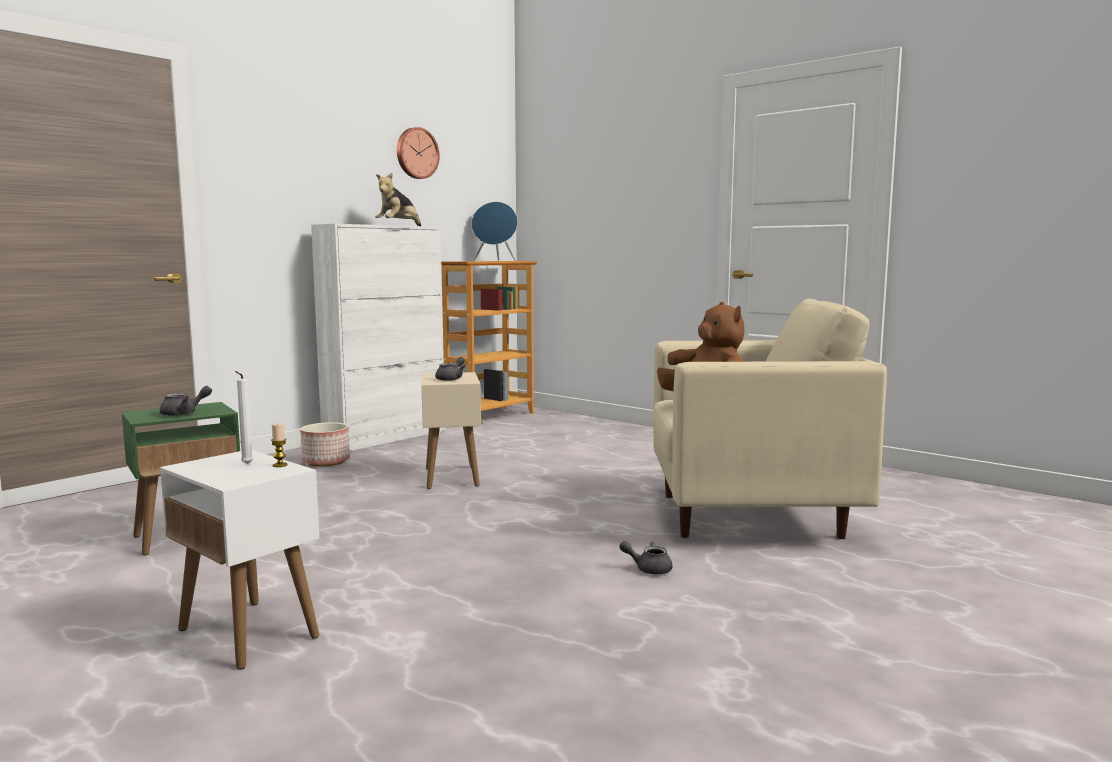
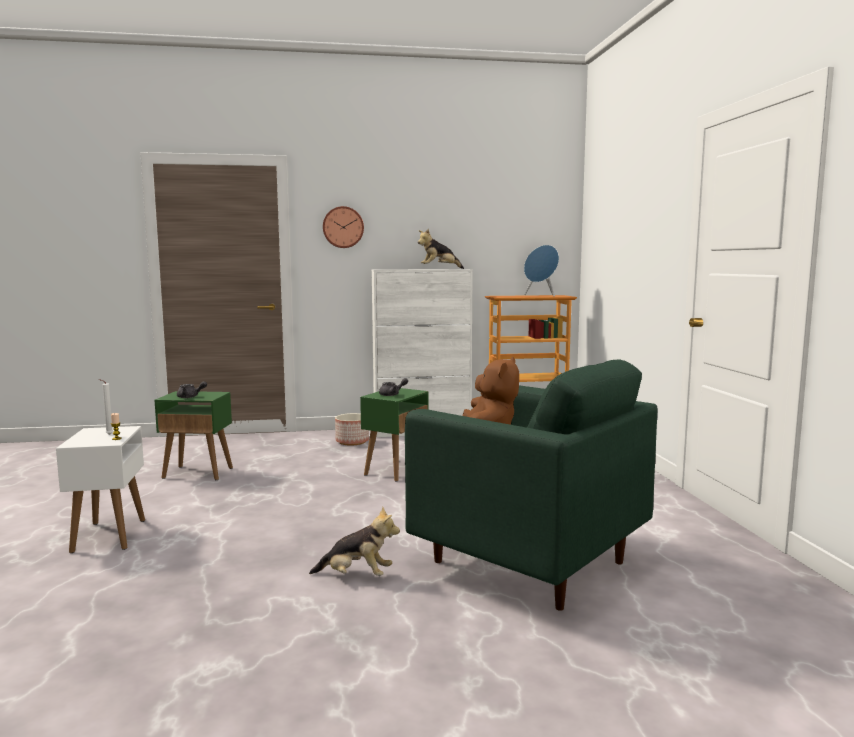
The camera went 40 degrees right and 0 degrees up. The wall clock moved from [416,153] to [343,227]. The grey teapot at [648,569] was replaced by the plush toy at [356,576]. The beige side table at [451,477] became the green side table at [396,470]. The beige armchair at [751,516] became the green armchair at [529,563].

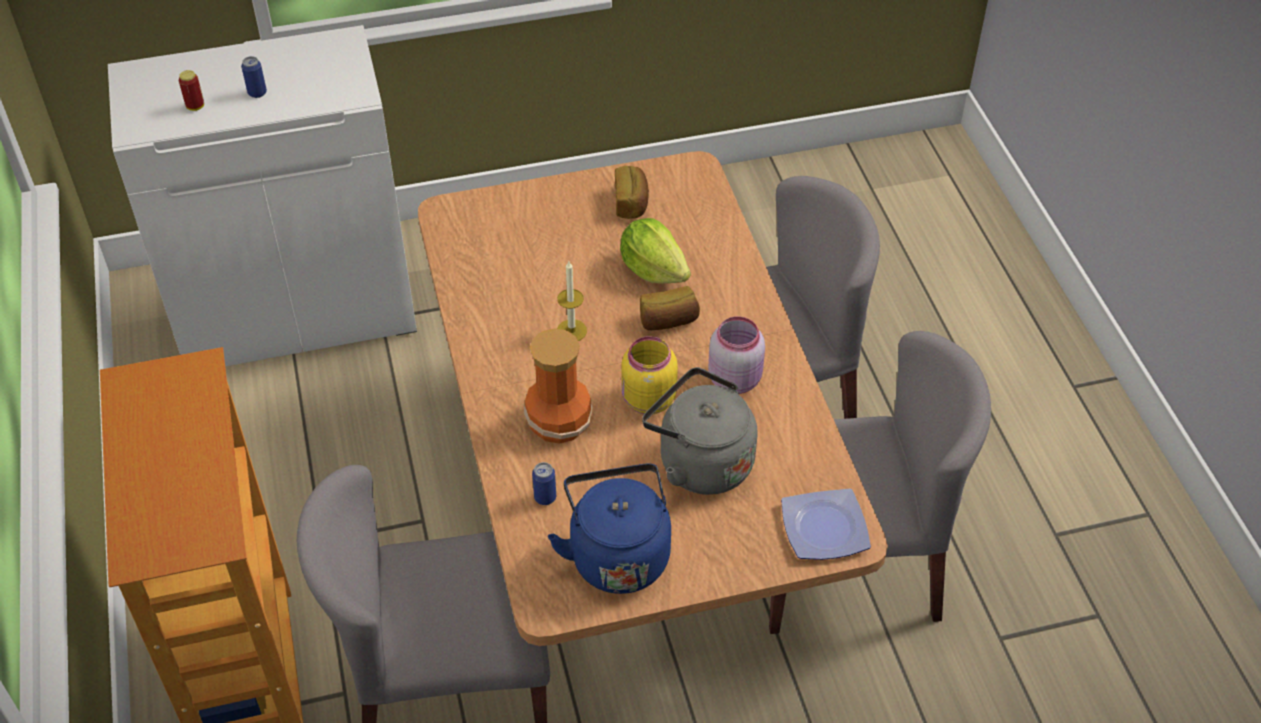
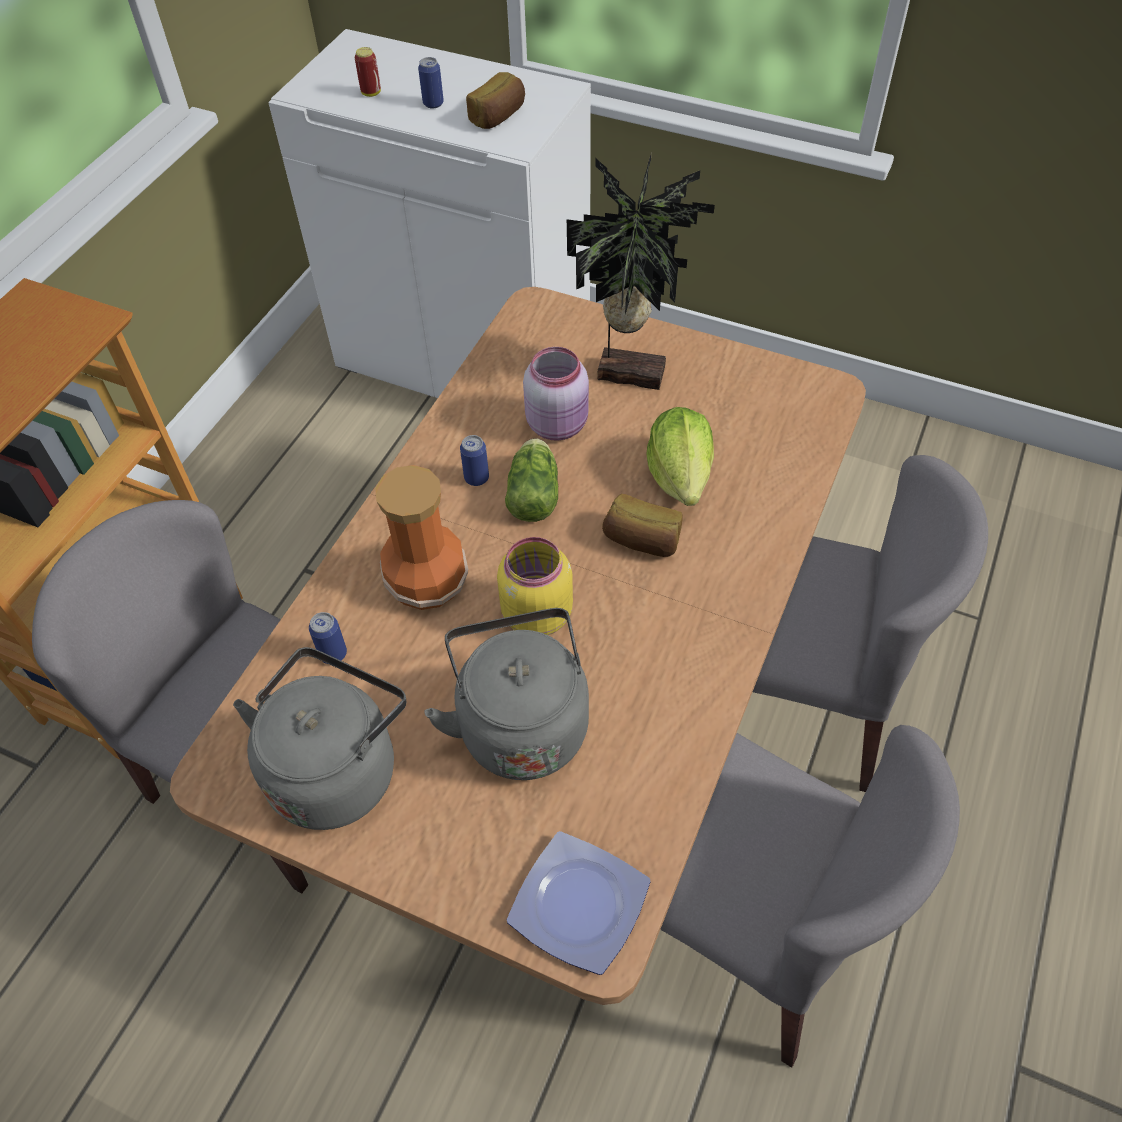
The camera went 40 degrees right and 5 degrees up. The can at [476,478] appeared. The potted plant at [630,370] appeared. The bread moved from [631,202] to [498,116]. The pink jar moved from [735,378] to [559,424]. The candle at [571,330] was replaced by the lettuce at [534,492]. The blue kettle at [617,554] became the grey kettle at [336,767].

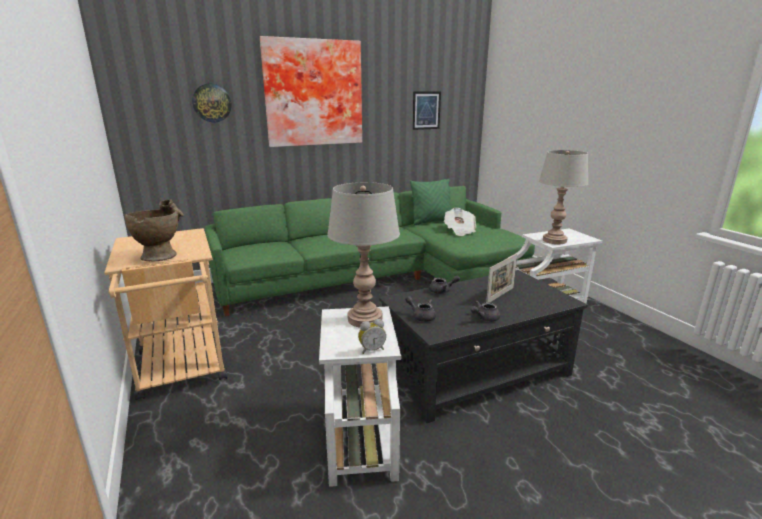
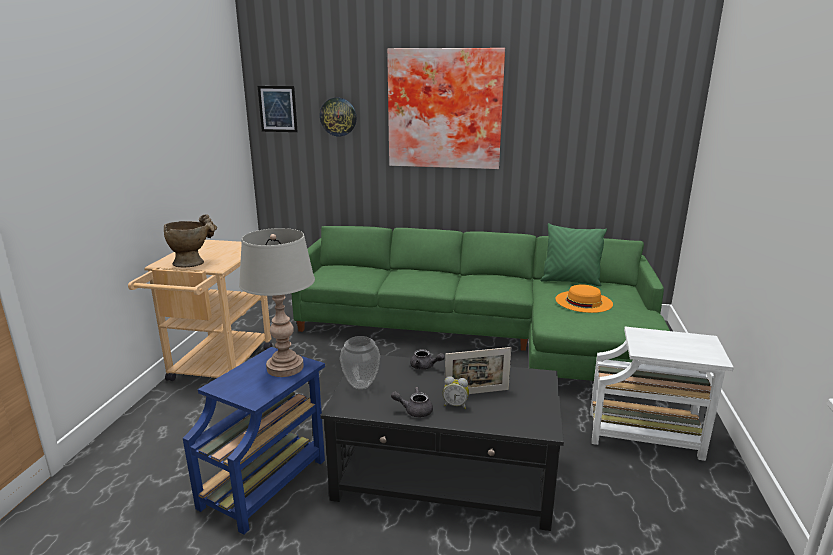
The camera went 35 degrees right and 0 degrees up. The grey table lamp at [554,240] disappeared. The alarm clock moved from [371,349] to [455,405]. The picture moved from [426,110] to [277,109]. The grey teapot at [421,316] was replaced by the vase at [360,385]. The newspaper at [459,231] was replaced by the orange hat at [583,301]. The white side table at [360,435] became the blue side table at [266,482].

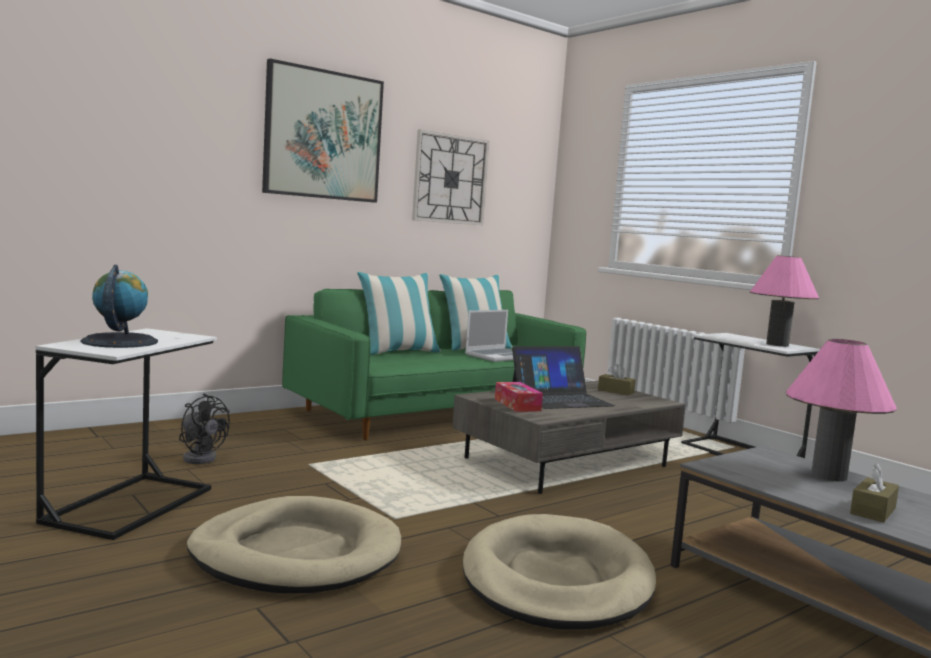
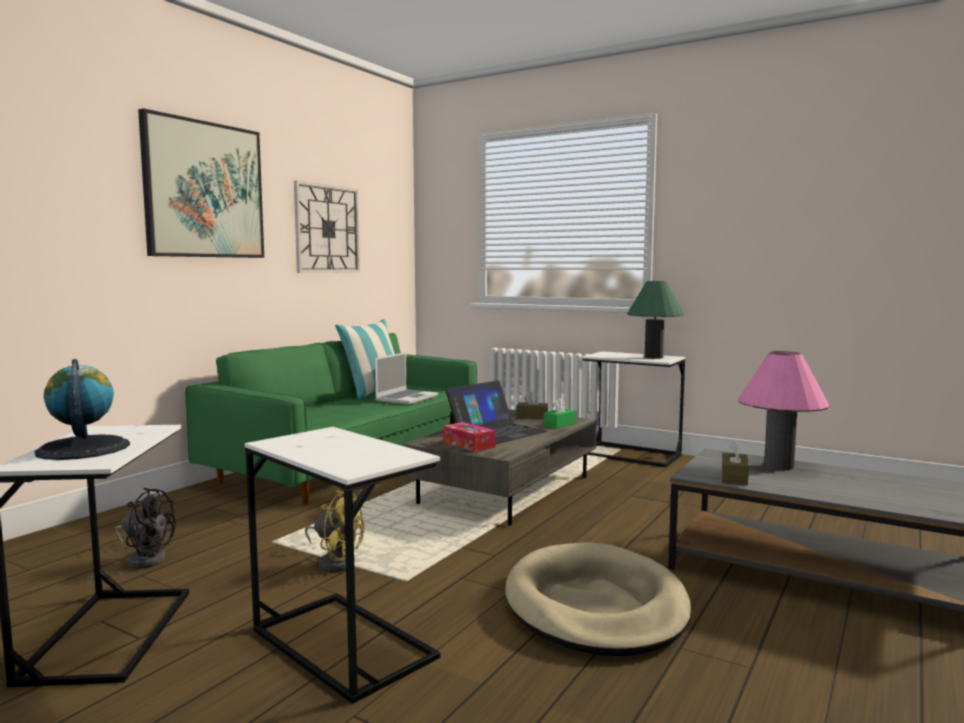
The camera went 20 degrees left and 0 degrees up. The pillow at [398,352] disappeared. The yellow fan at [335,561] appeared. The green tissue box at [560,424] appeared. The brown tissue box moved from [873,511] to [734,478]. The beige dog bed at [296,554] was replaced by the white side table at [342,643]. The pink table lamp at [777,344] became the green table lamp at [653,357].

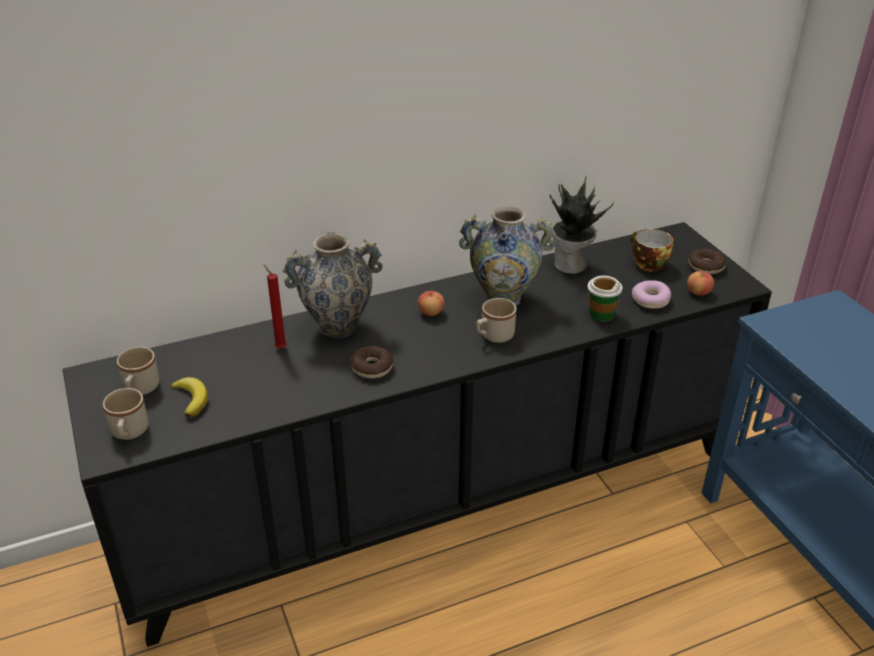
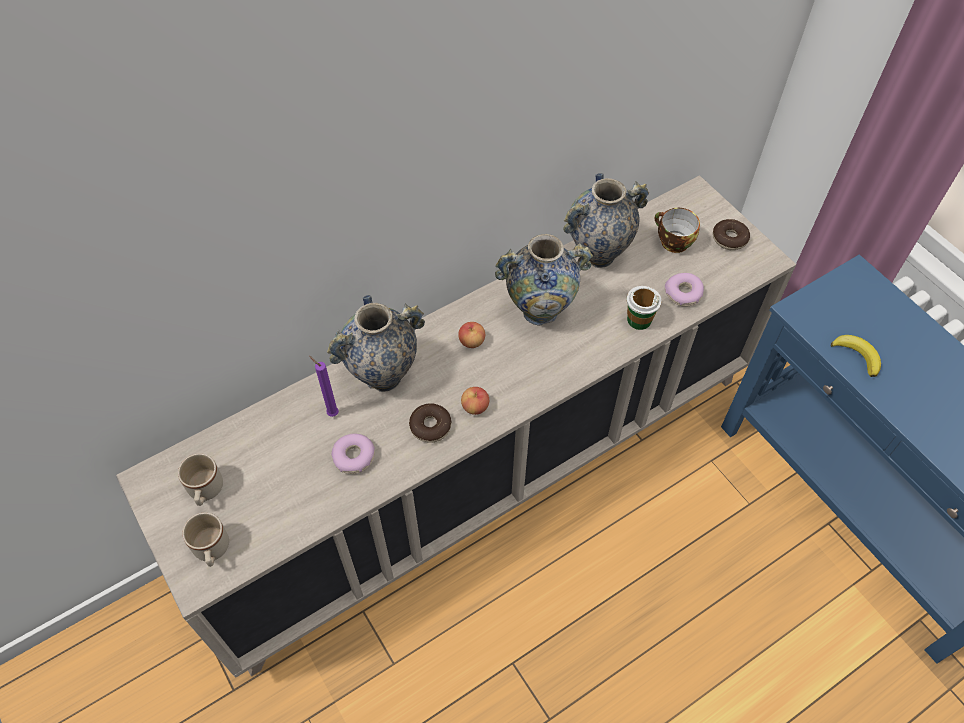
The camera went 10 degrees left and 20 degrees up. The beige mug at [493,336] disappeared. The donut at [354,457] appeared. The banana moved from [191,398] to [857,356]. The apple moved from [698,292] to [475,407]. The potted plant at [570,265] was replaced by the vase at [597,255]. The black cabinet at [436,499] became the beige cabinet at [481,473]. The red candle at [279,347] became the purple candle at [331,413].

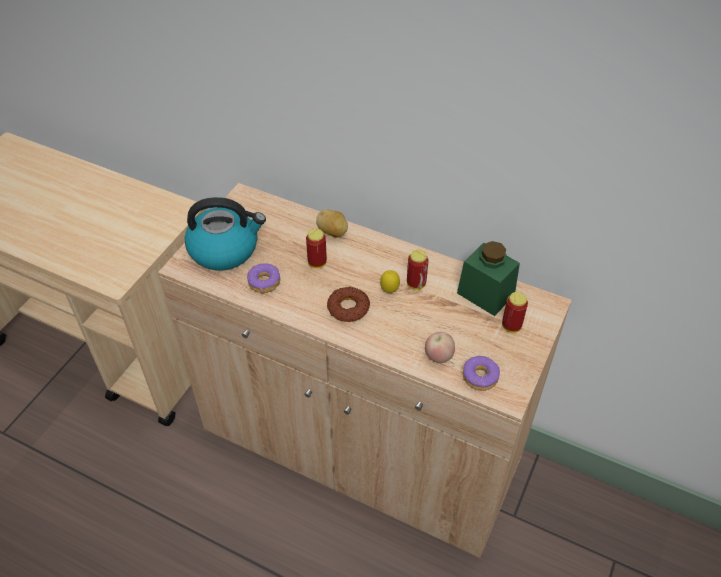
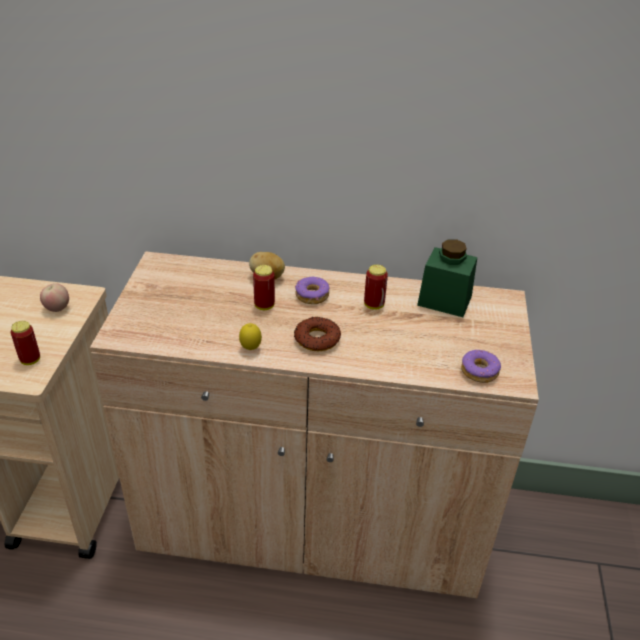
The camera went 20 degrees left and 10 degrees down. The kettle at [225,249] disappeared. The donut moved from [264,282] to [312,296]. The lemon moved from [389,291] to [250,349]. The apple moved from [438,356] to [57,308]. The can moved from [511,326] to [30,360].

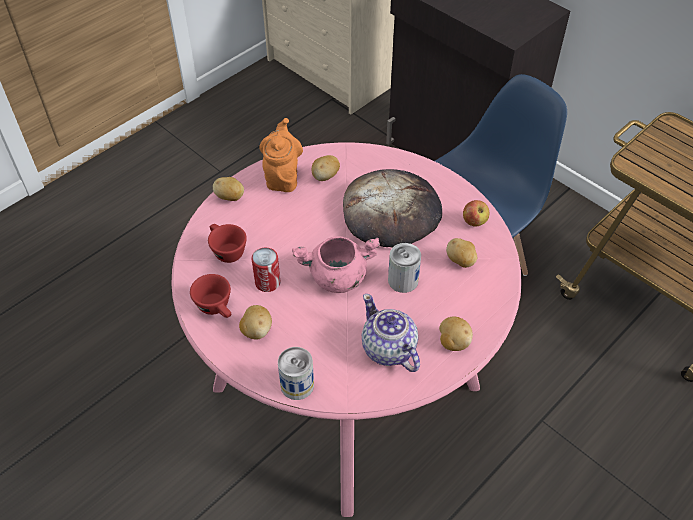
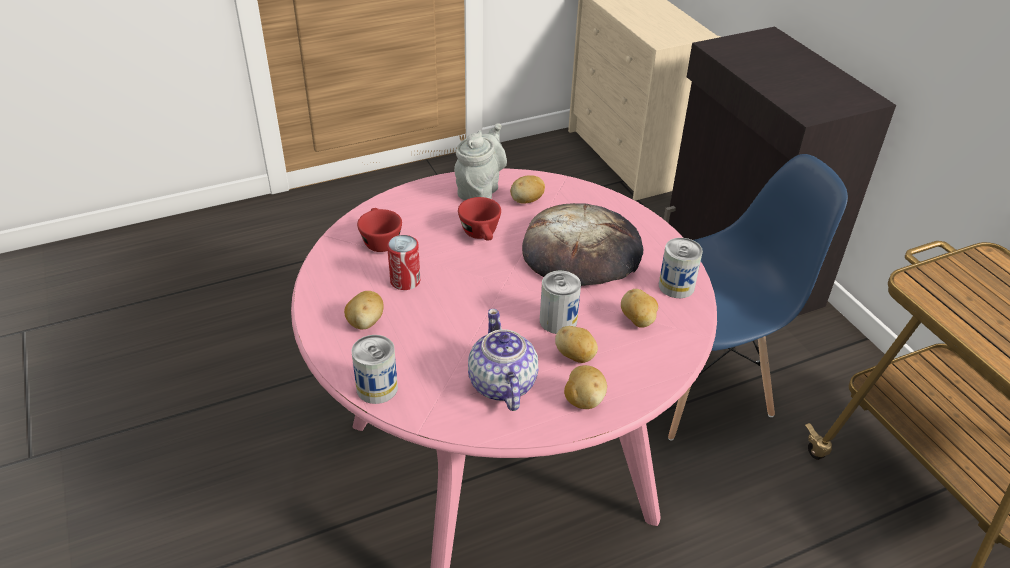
The camera went 20 degrees right and 10 degrees down. The pink cooking pot at [337,277] disappeared. The red cup moved from [217,308] to [482,235]. The potato moved from [230,197] to [575,356]. The apple at [474,222] was replaced by the can at [676,286]. The orange teapot at [282,177] became the grey teapot at [480,190].

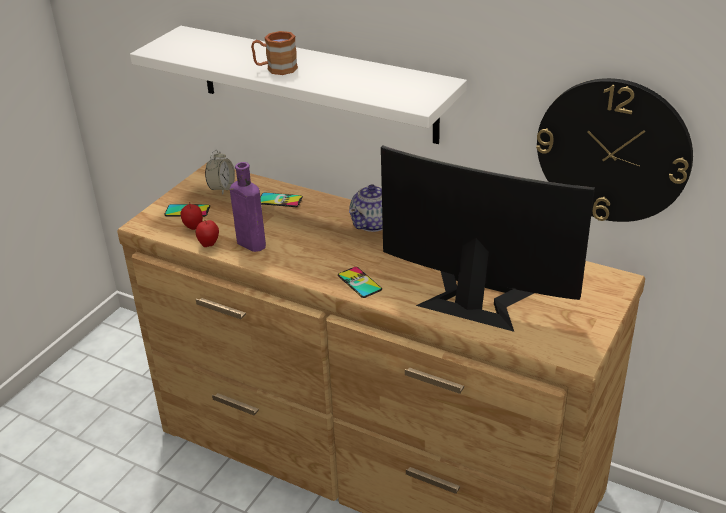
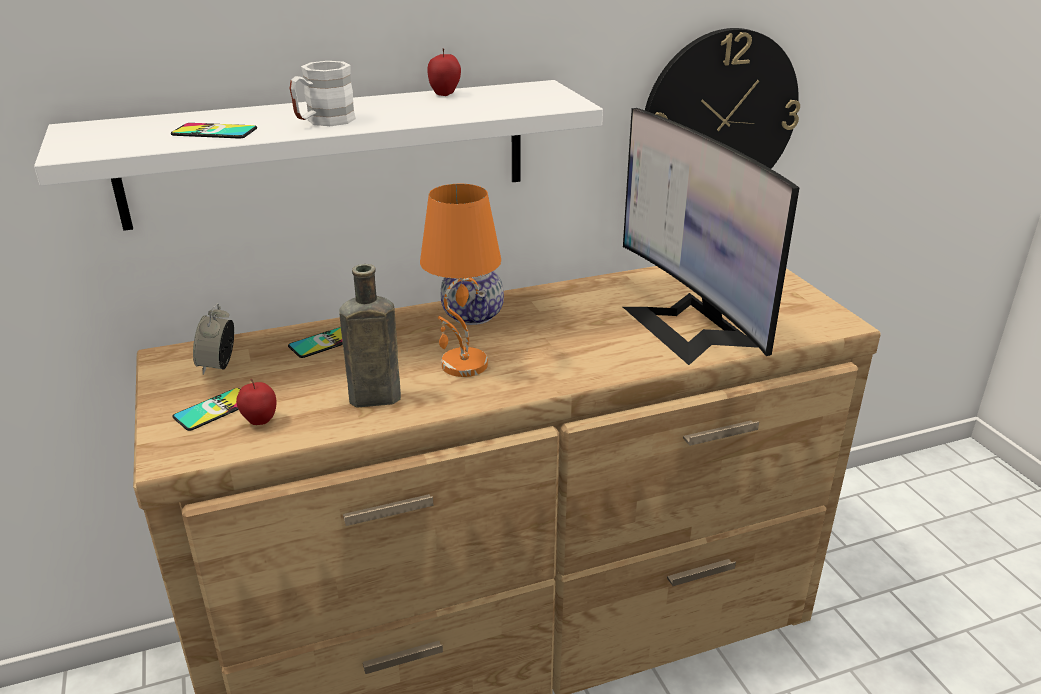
The camera went 50 degrees left and 5 degrees down. The orange table lamp at [464,365] appeared. The apple moved from [209,244] to [445,94]. The phone moved from [359,282] to [214,132]. The purple bottle at [249,243] became the brown bottle at [371,399]. The brown mug at [275,69] became the white mug at [323,122]. The alarm clock at [222,188] turned 150 degrees counterclockwise. The monitor at [475,299] turned 90 degrees counterclockwise.

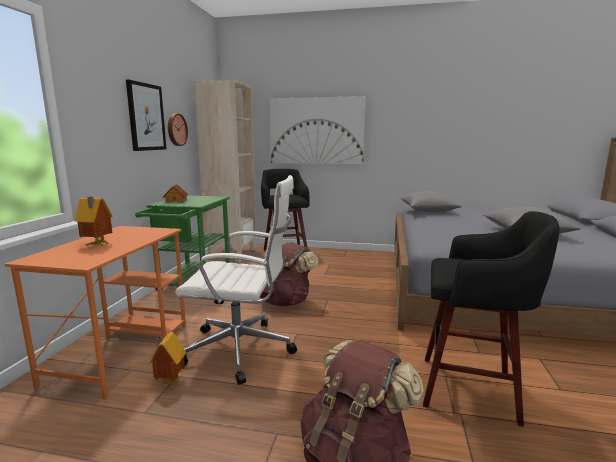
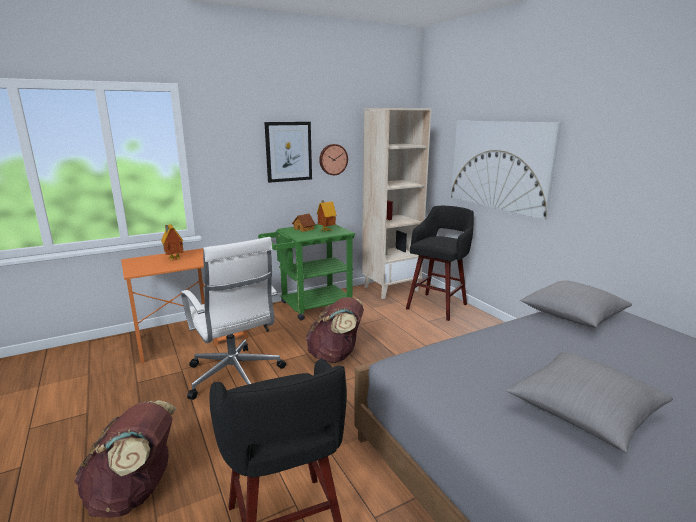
The camera went 50 degrees right and 5 degrees up. The toy house moved from [169,382] to [326,231].

